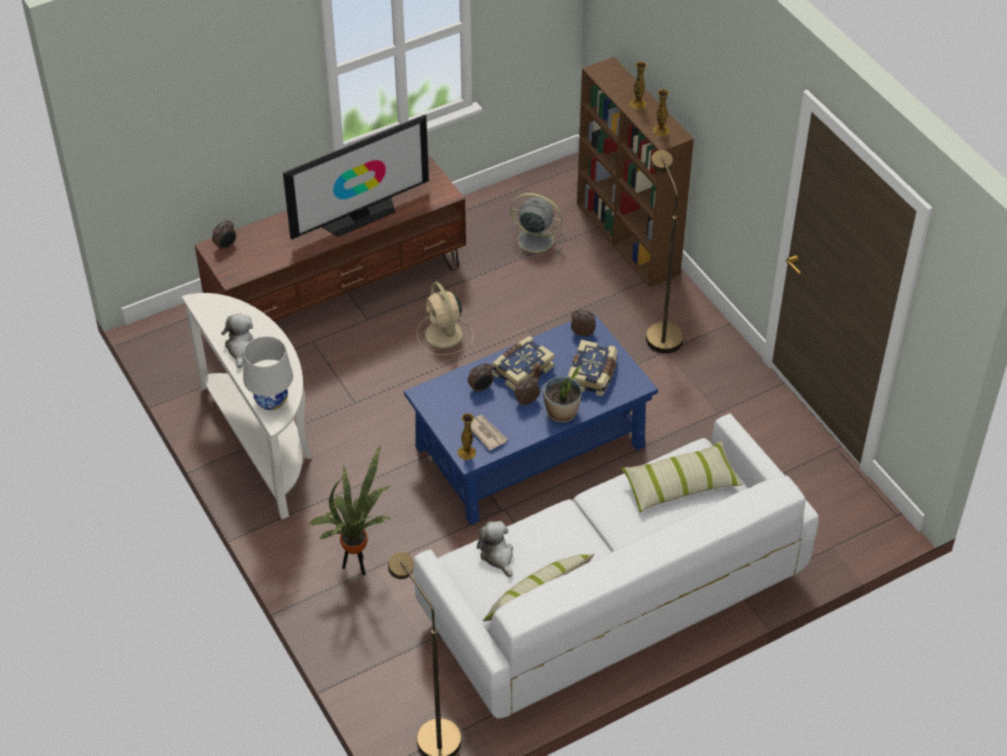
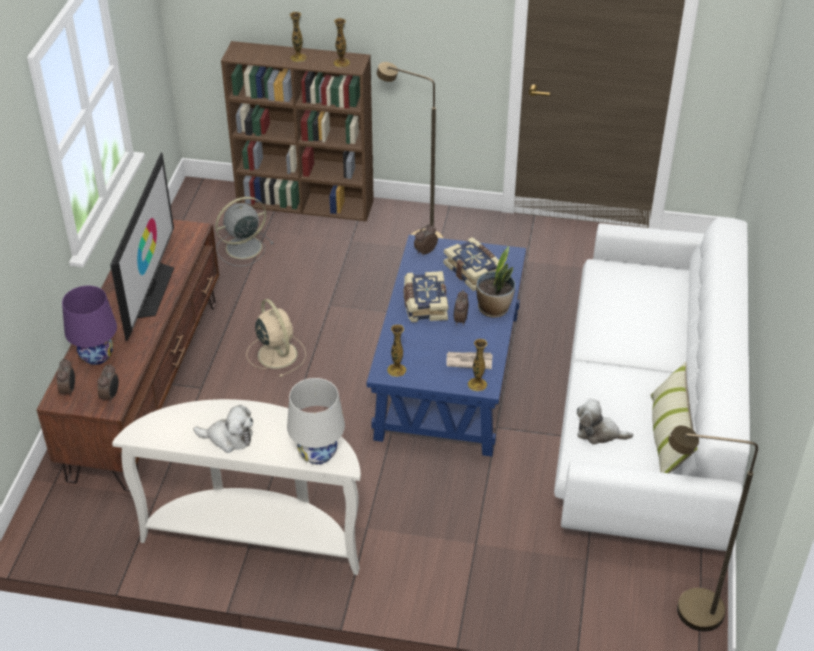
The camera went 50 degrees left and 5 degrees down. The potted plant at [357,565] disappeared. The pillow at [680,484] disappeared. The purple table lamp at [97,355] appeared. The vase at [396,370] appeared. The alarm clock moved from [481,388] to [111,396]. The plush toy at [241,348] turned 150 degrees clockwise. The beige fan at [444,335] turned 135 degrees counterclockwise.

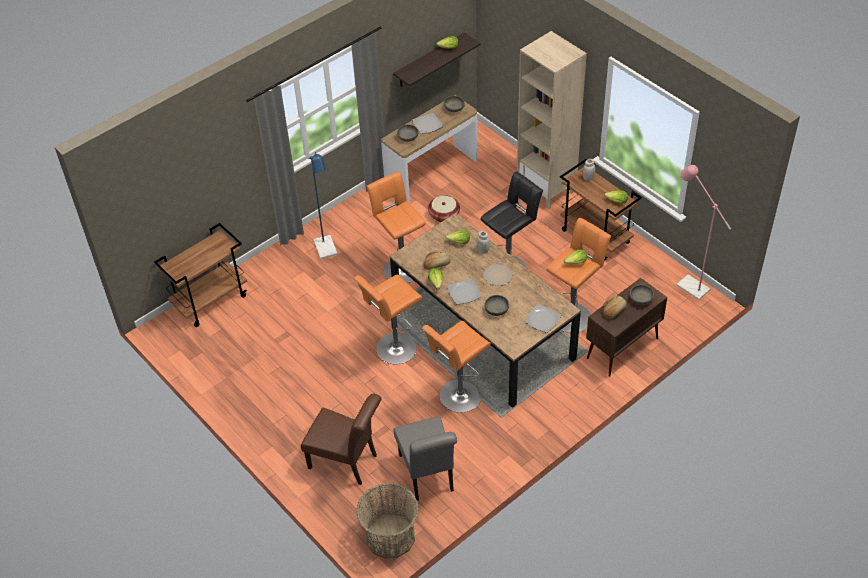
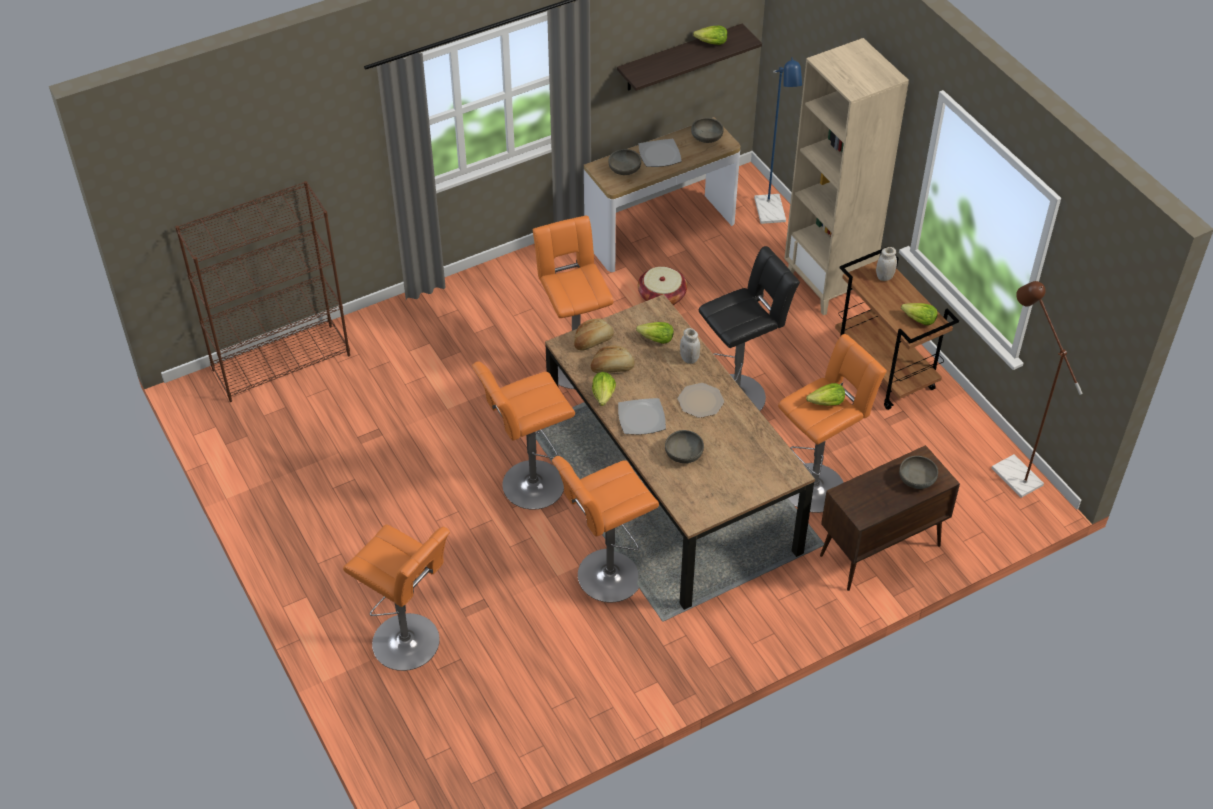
The camera went 10 degrees right and 0 degrees up. The basket at [390,536] disappeared. The grey chair at [428,476] disappeared. The plate at [542,319] disappeared. The blue floor lamp moved from [327,251] to [771,215]. The bread moved from [614,310] to [593,341]. The brown cart at [210,300] was replaced by the brown bookcase at [282,362]. The brown chair at [347,462] was replaced by the orange stool at [410,644]. The pink floor lamp at [688,284] became the brown floor lamp at [1010,470].

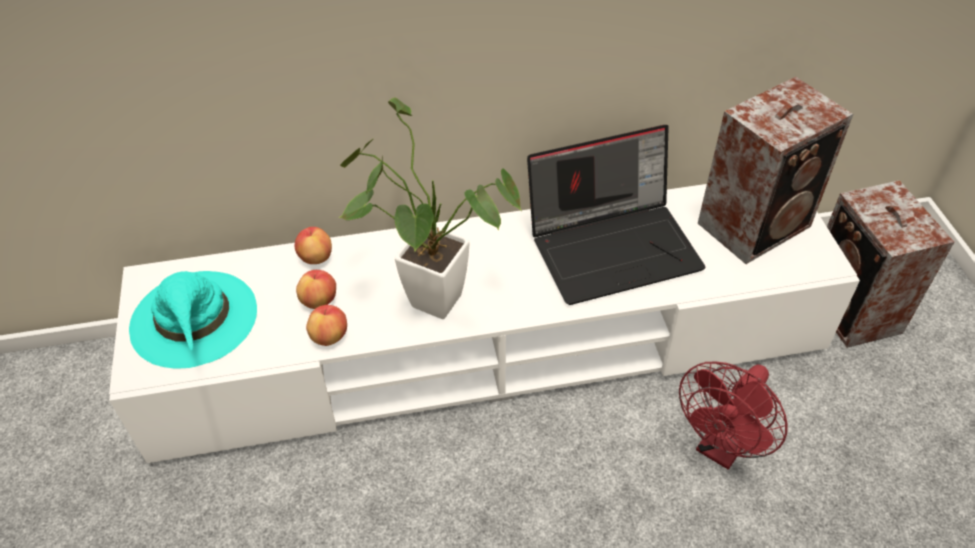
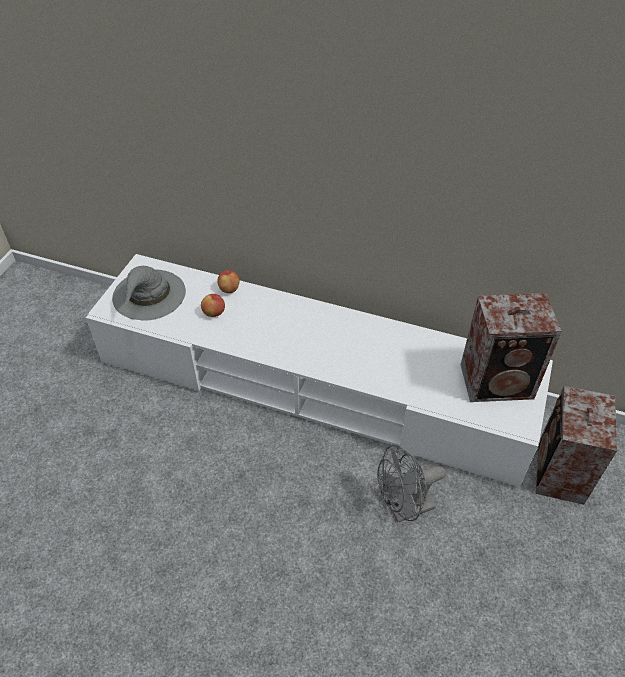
The camera went 30 degrees right and 0 degrees up. The apple at [329,336] disappeared. The potted plant at [426,296] disappeared. The laptop at [614,245] disappeared. The turquoise hat at [195,319] became the grey hat at [149,295]. The red fan at [721,448] became the grey fan at [404,509].

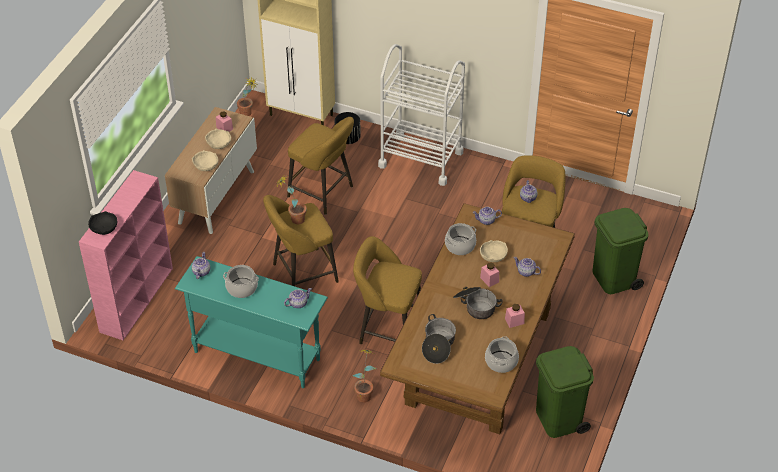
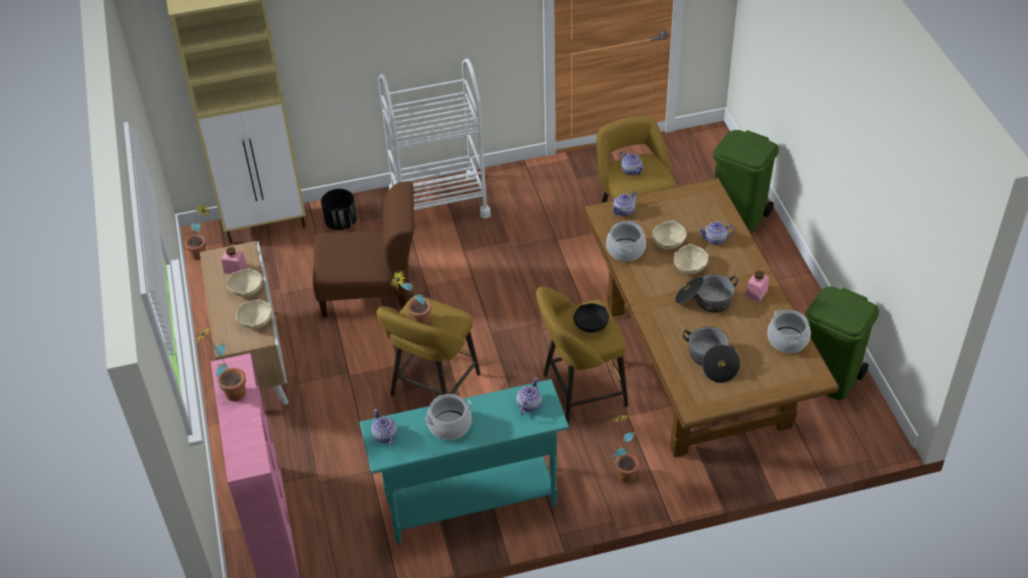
The camera went 35 degrees left and 0 degrees up. The potted plant at [230,391] appeared. The black bowl moved from [104,229] to [591,325]. The yellow stool at [323,193] was replaced by the brown chair at [371,291]. The pink jar at [489,280] was replaced by the beige bowl at [689,267].

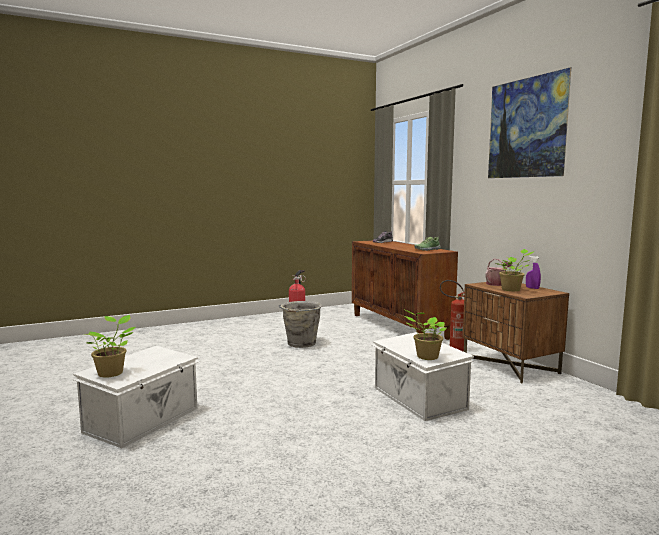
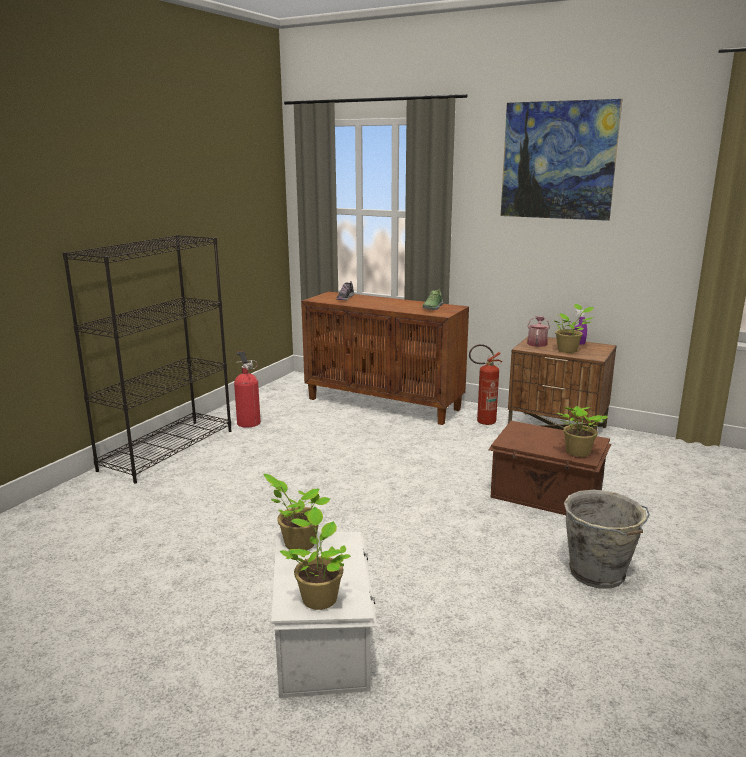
The camera went 35 degrees left and 10 degrees up. The black bookcase at [168,449] appeared. The potted plant at [297,543] appeared. The grey bucket moved from [301,343] to [598,574]. The white storage box at [418,399] became the brown storage box at [546,496].

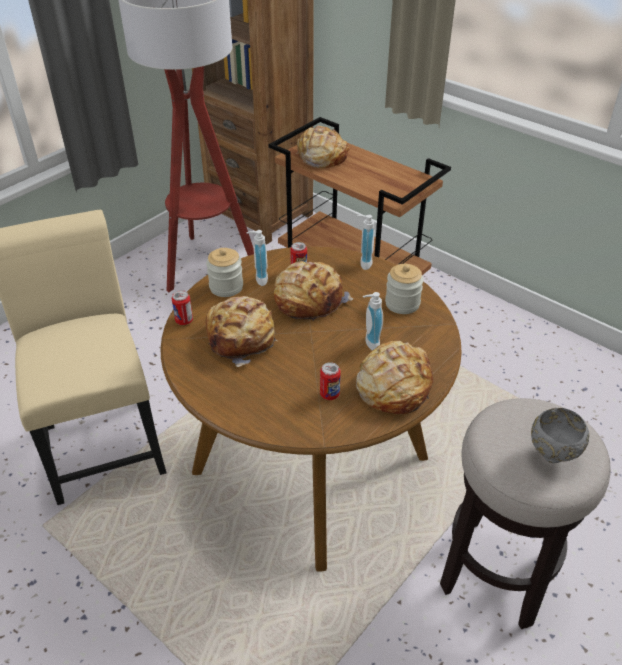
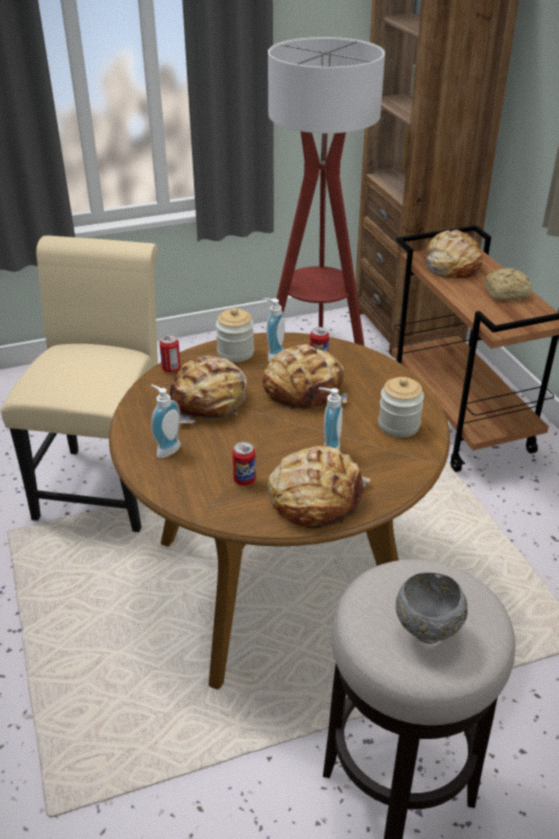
The camera went 30 degrees right and 5 degrees down. The bread at [507,293] appeared. The soap dispenser moved from [363,263] to [166,449].

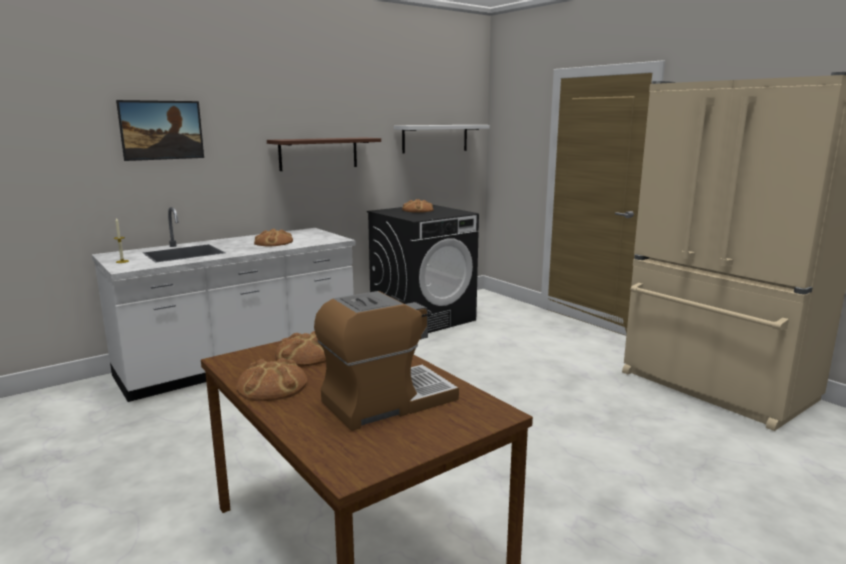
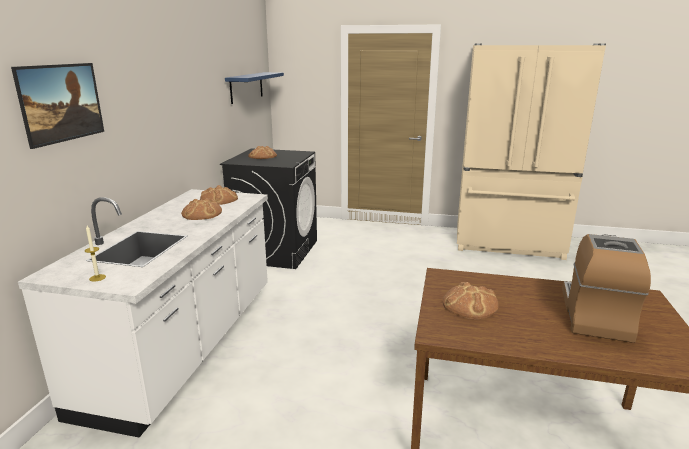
The camera went 40 degrees left and 5 degrees up. The brown shelf at [318,153] disappeared. The bread moved from [272,385] to [219,199]. The white shelf at [435,138] became the blue shelf at [246,87].

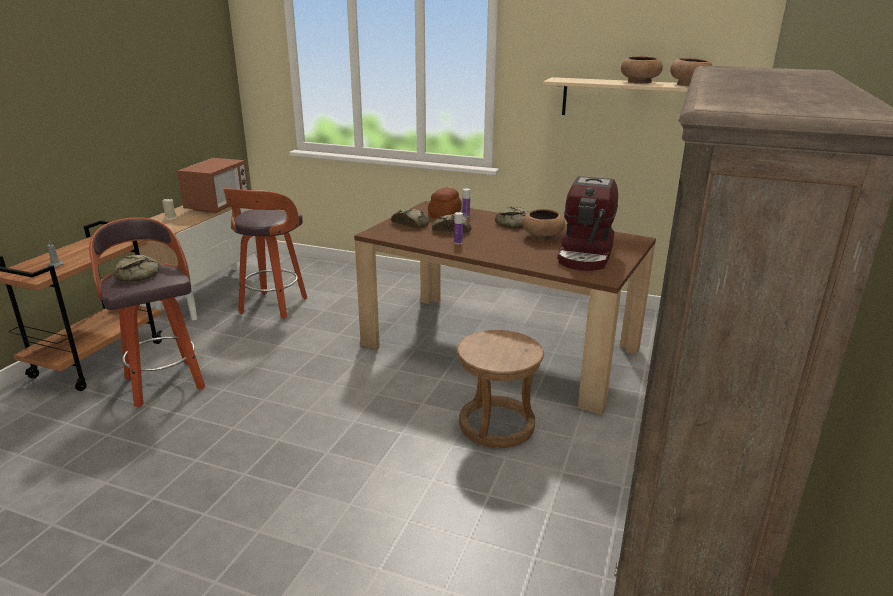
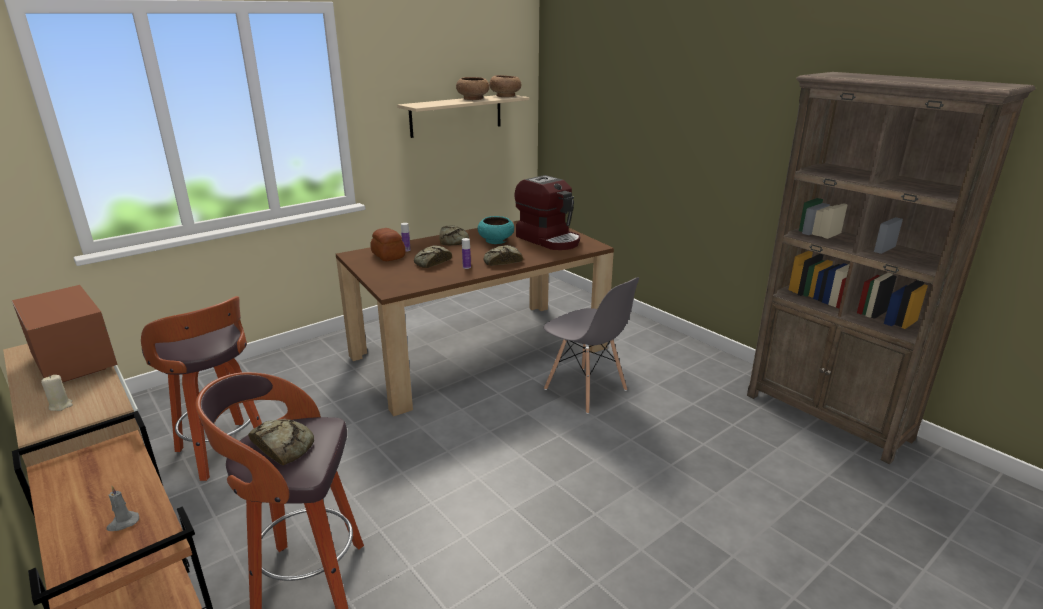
The camera went 60 degrees left and 0 degrees up. The bread moved from [411,223] to [501,261]. The brown stool at [496,425] was replaced by the grey chair at [585,390]. The brown bowl at [542,237] became the turquoise bowl at [496,241].

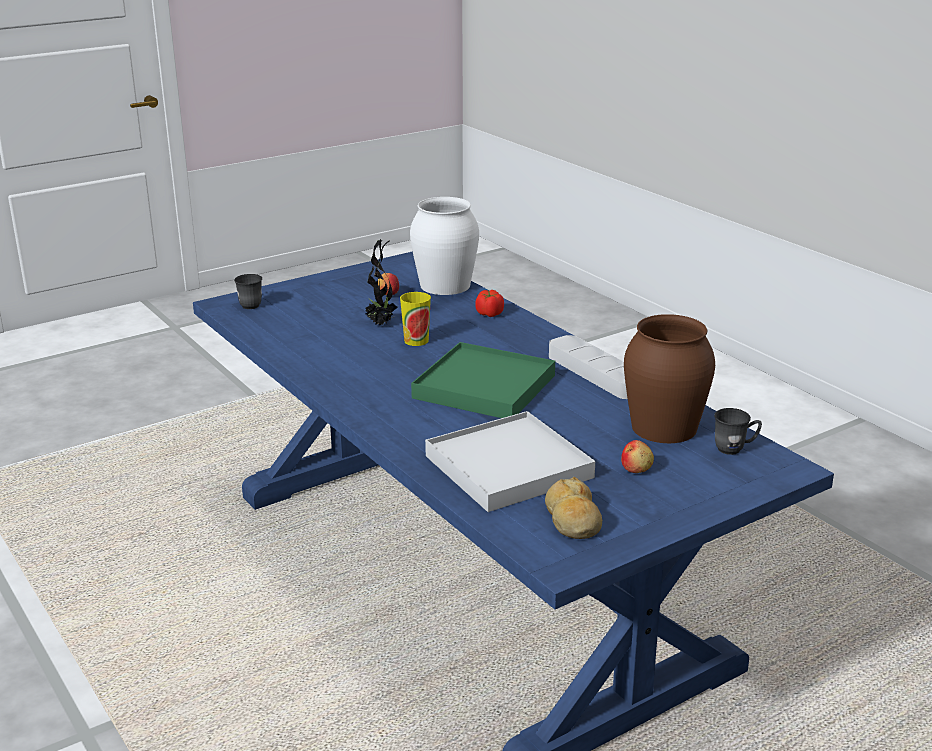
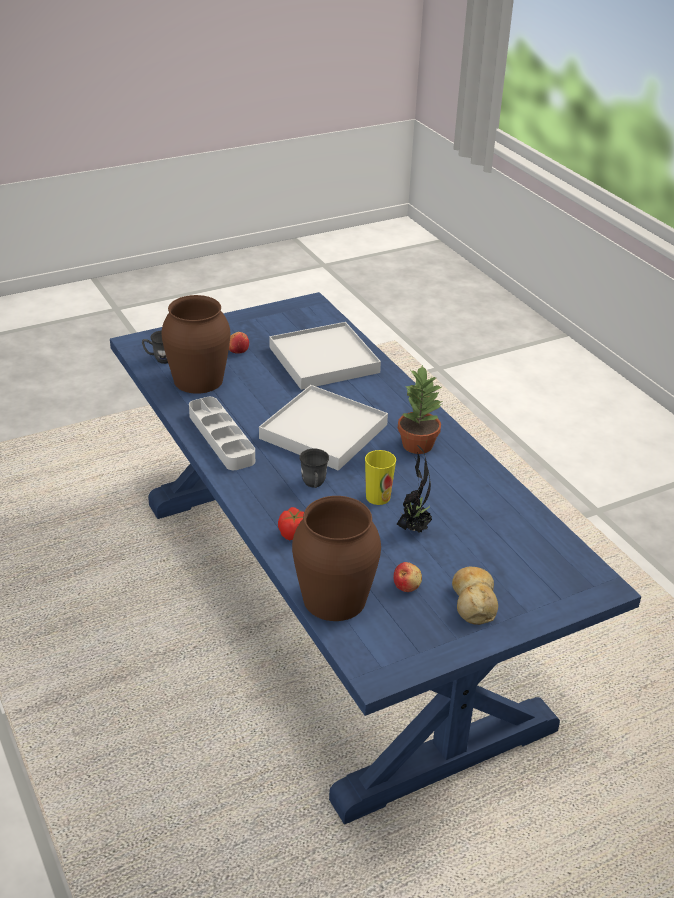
The camera went 175 degrees left and 10 degrees up. The potted plant at [417,444] appeared. The grey mug moved from [250,304] to [314,485]. The bread moved from [572,520] to [473,601]. The white vase at [445,285] became the brown vase at [334,598]. The green tray at [485,386] became the white tray at [323,432].

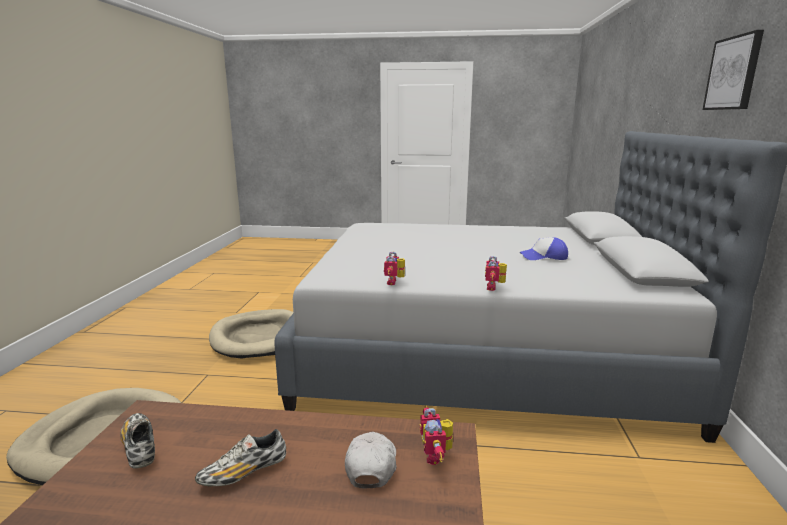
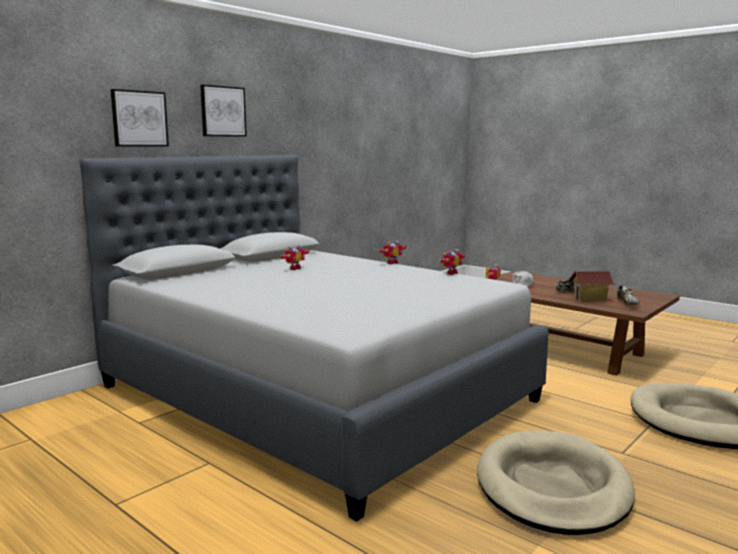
The camera went 145 degrees left and 5 degrees down. The picture at [139,119] appeared. The toy house at [590,299] appeared. The cap at [544,257] was replaced by the toy robot at [293,268].

